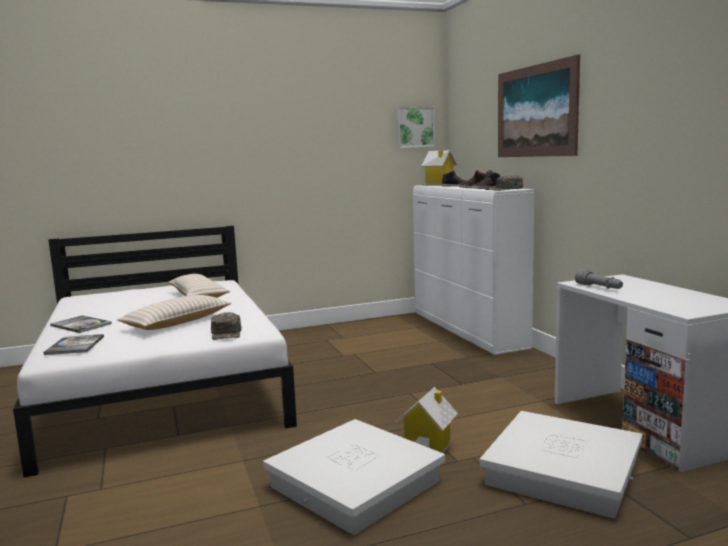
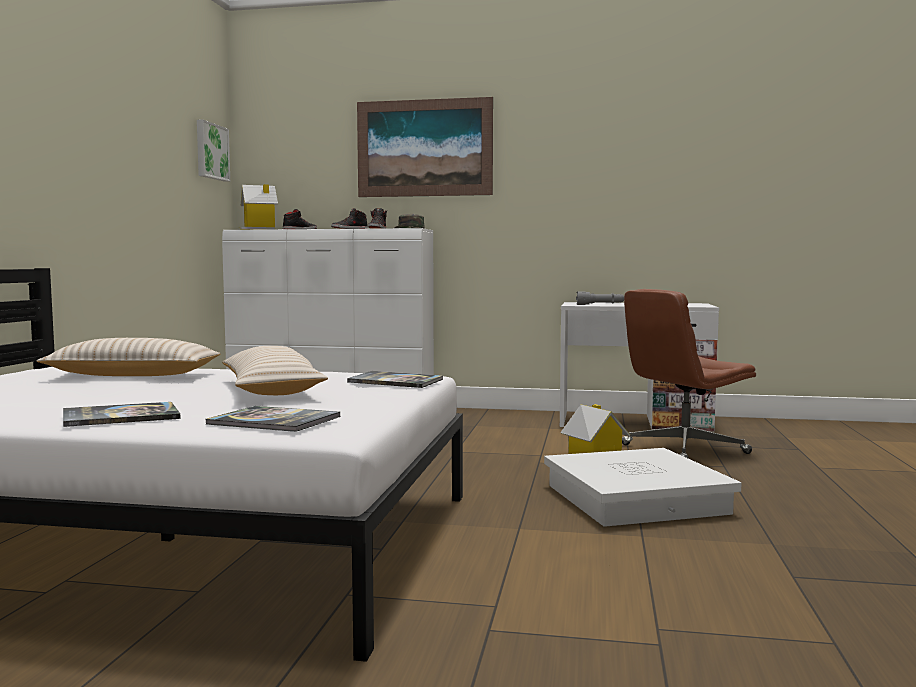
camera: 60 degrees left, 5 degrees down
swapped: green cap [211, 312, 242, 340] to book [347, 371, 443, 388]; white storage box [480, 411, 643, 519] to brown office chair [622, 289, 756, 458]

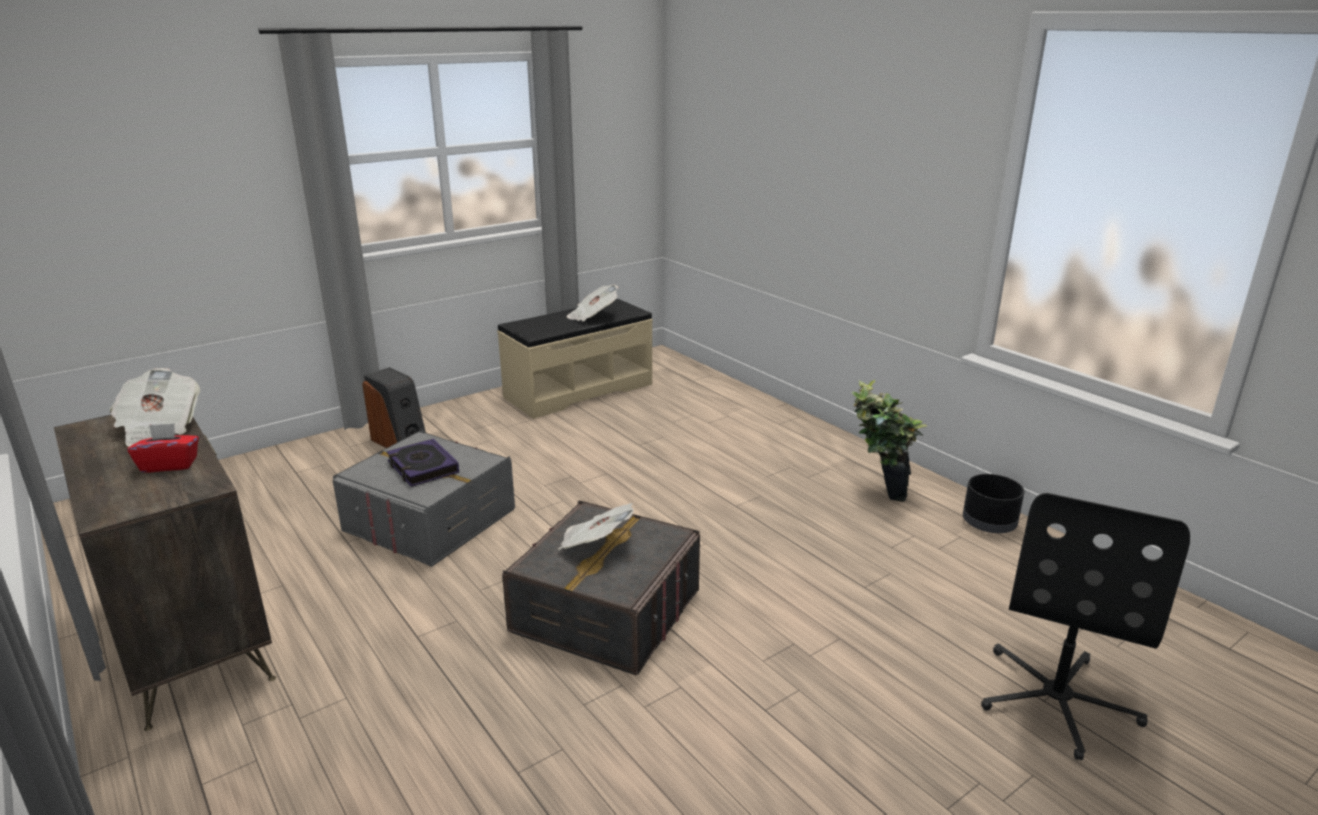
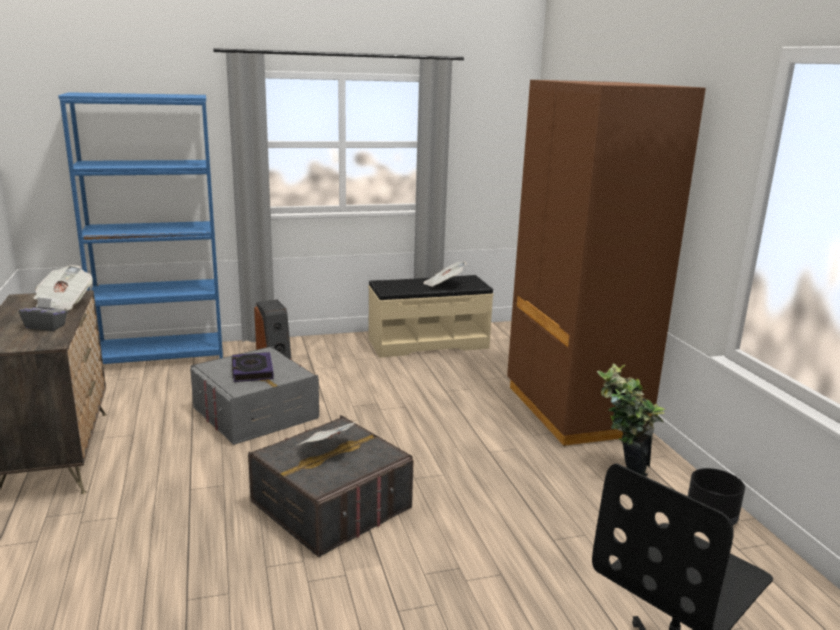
camera: 20 degrees right, 5 degrees down
new: brown wardrobe [507, 80, 706, 446]; blue bookcase [58, 92, 223, 364]
repainted: red tissue box [127, 423, 199, 473] to grey tissue box [19, 297, 68, 331]

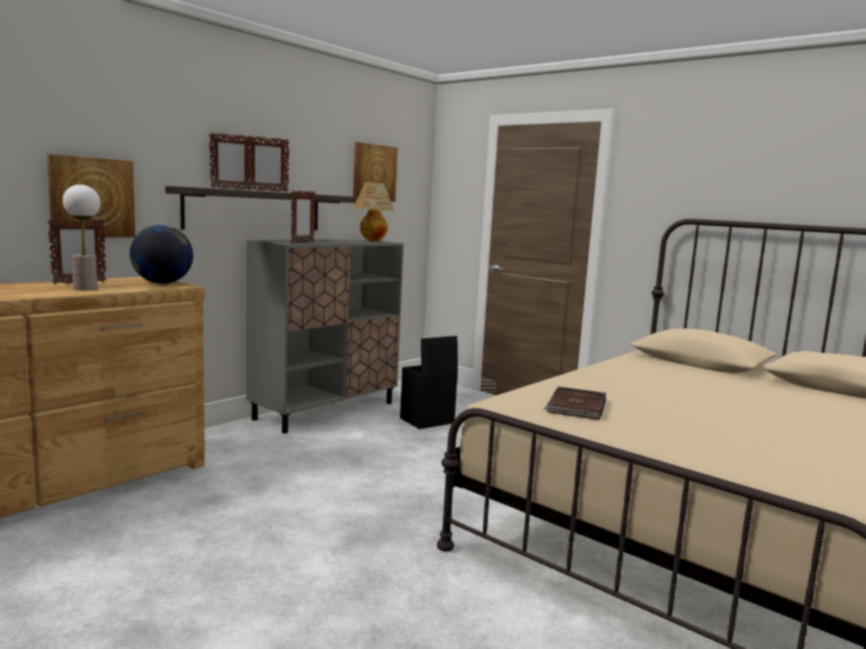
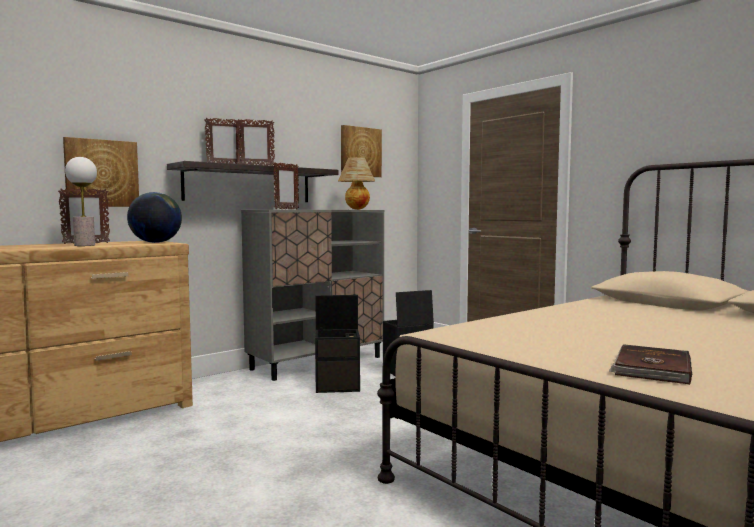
camera: 10 degrees right, 5 degrees down
new: black storage box [315, 295, 360, 393]
shifted: brown book [544, 387, 606, 420] to [609, 344, 692, 385]

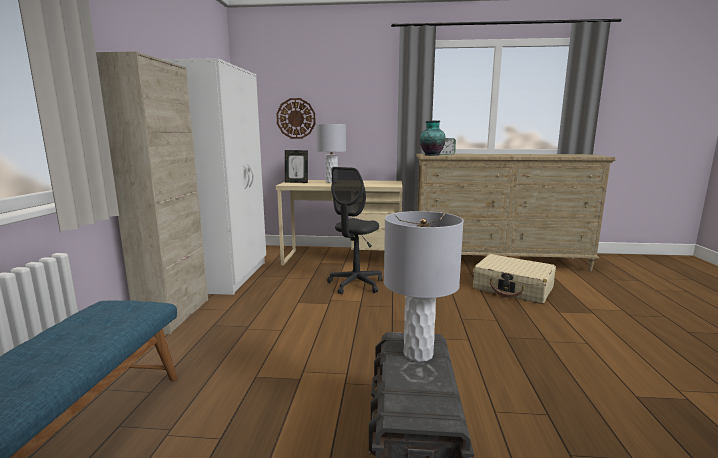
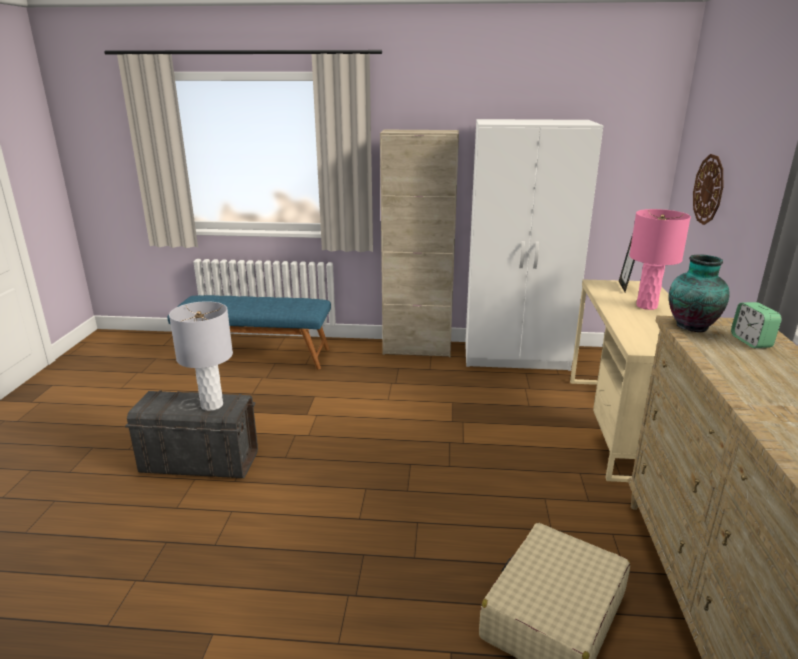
camera: 90 degrees right, 10 degrees up
gone: grey office chair [327, 167, 383, 295]
repainted: grey table lamp [316, 124, 346, 183] to pink table lamp [629, 209, 691, 310]

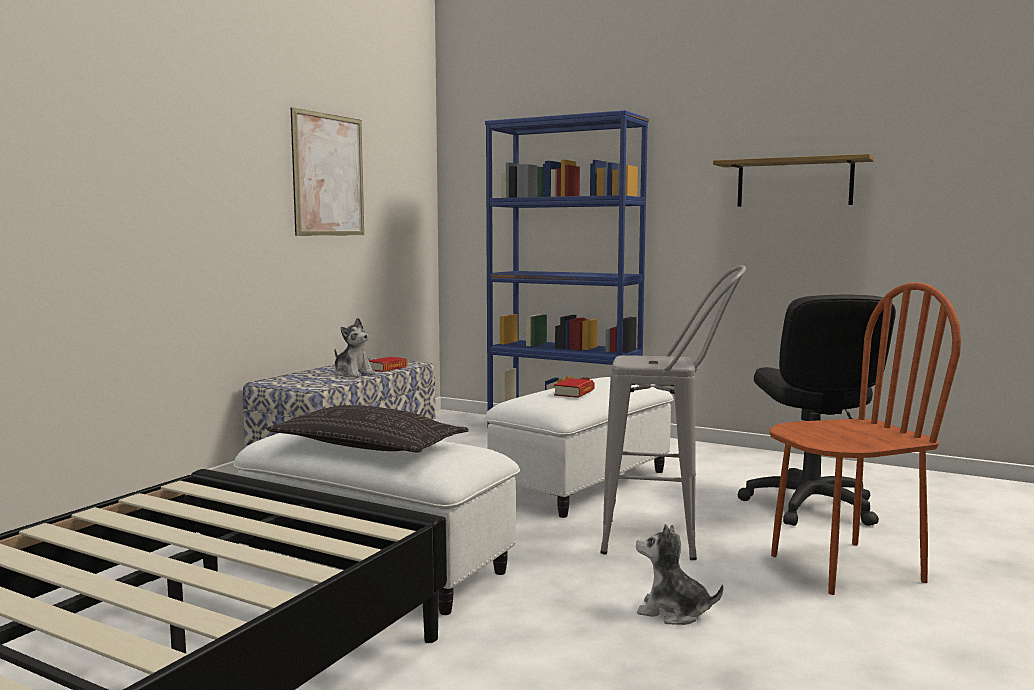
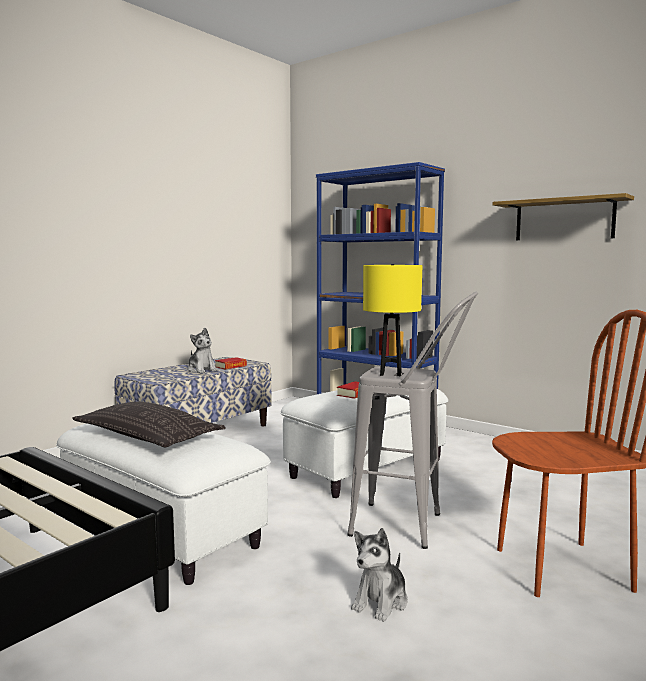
camera: 10 degrees right, 0 degrees up
gone: picture [291, 107, 364, 236]; black office chair [738, 295, 896, 526]
new: yellow table lamp [363, 264, 423, 376]
rotated: plush toy [636, 524, 724, 625] = [351, 528, 408, 622] 90 degrees counterclockwise

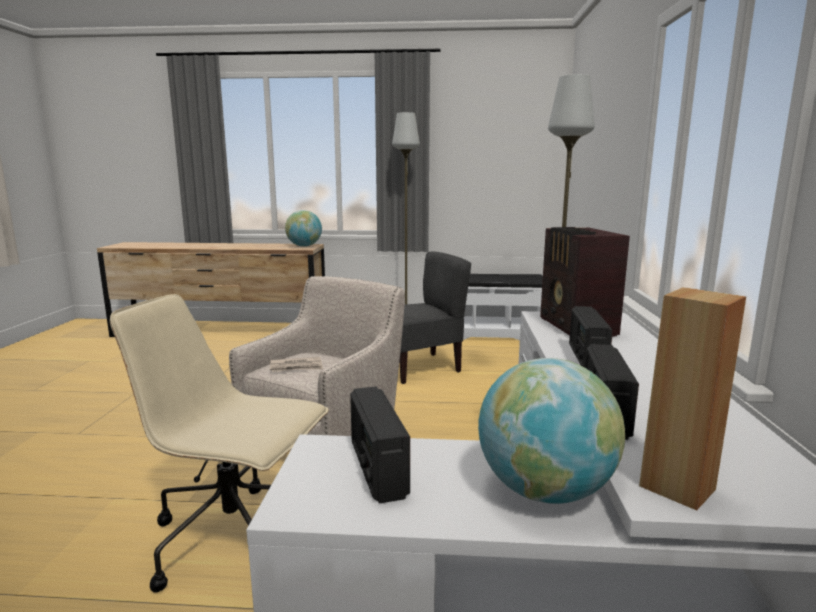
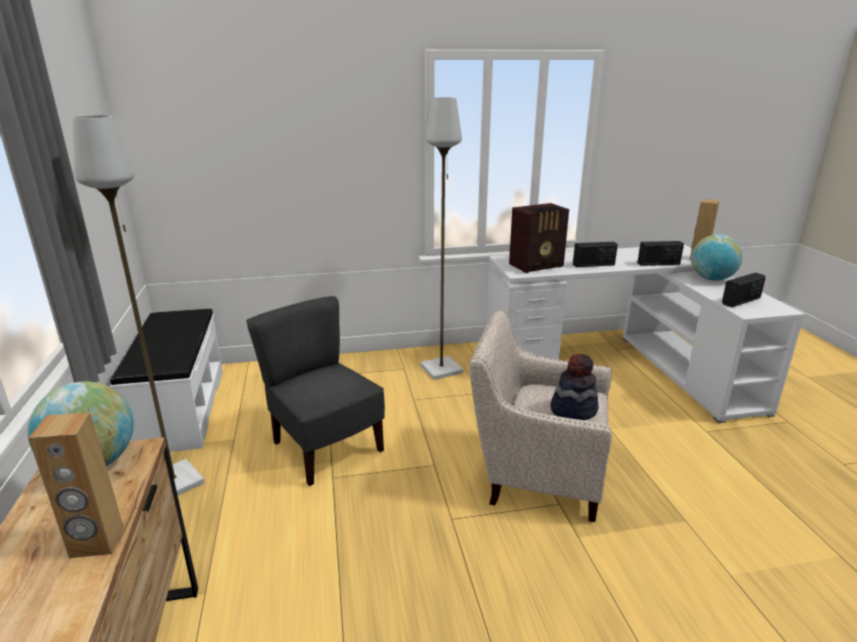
camera: 105 degrees left, 10 degrees up
gone: beige office chair [110, 294, 329, 593]
new: brown speaker [29, 412, 124, 558]
swapped: newspaper [270, 357, 323, 372] to hat [550, 354, 598, 420]

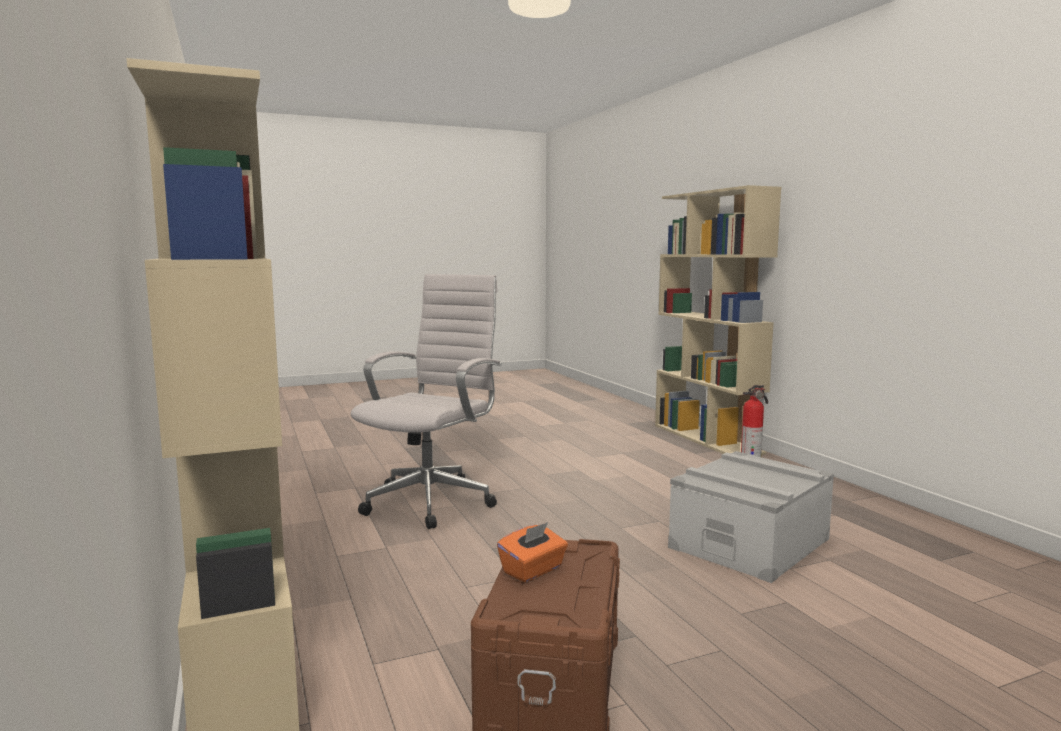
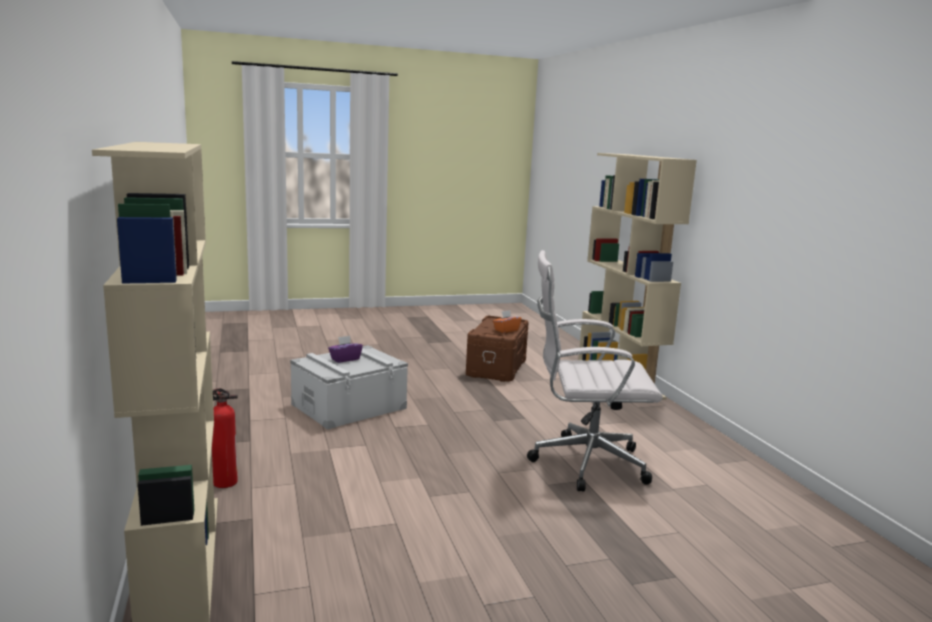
camera: 175 degrees left, 5 degrees up
new: purple tissue box [328, 336, 363, 363]
rotated: white office chair [351, 274, 502, 529] = [527, 250, 663, 491] 60 degrees clockwise

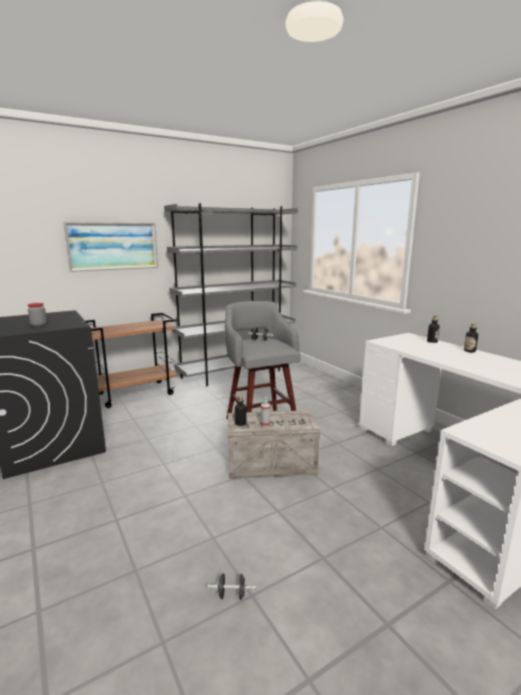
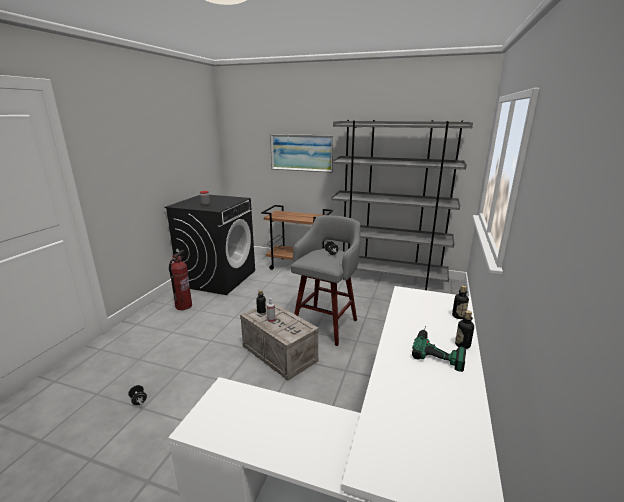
camera: 50 degrees right, 5 degrees up
new: fire extinguisher [169, 250, 192, 310]; power drill [412, 326, 466, 372]

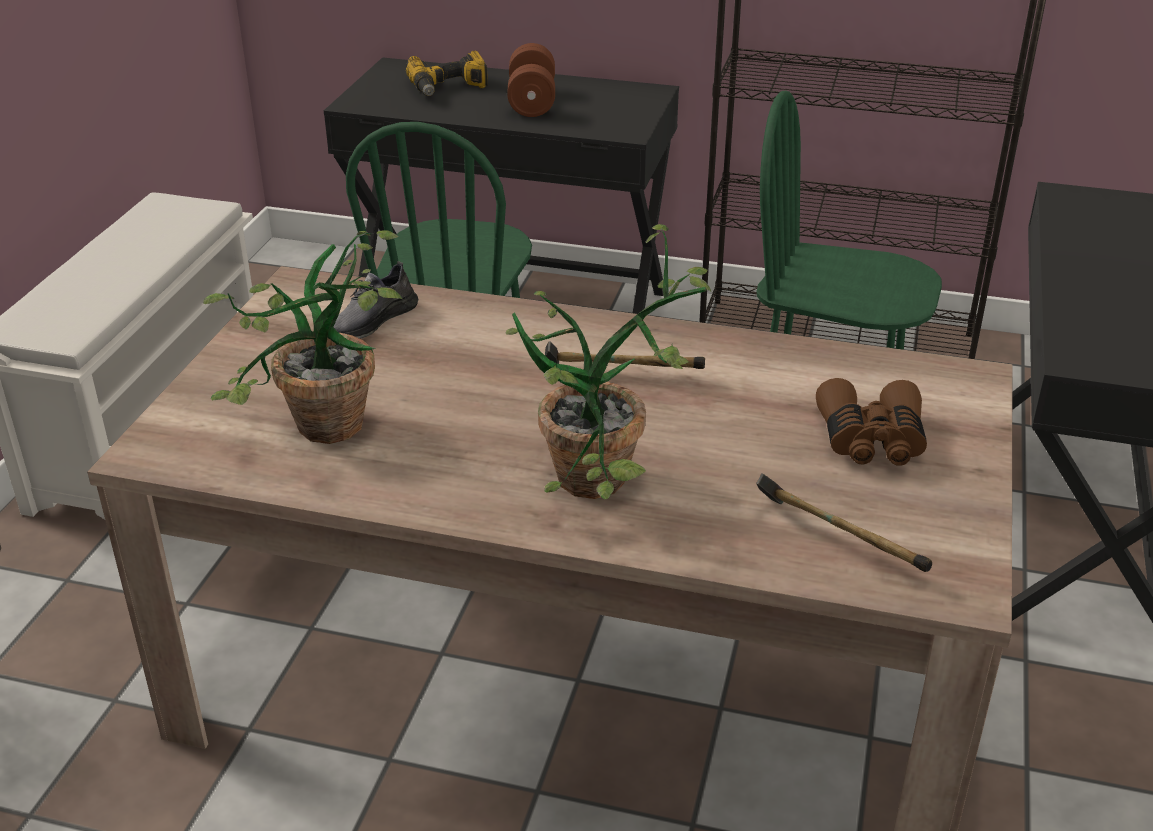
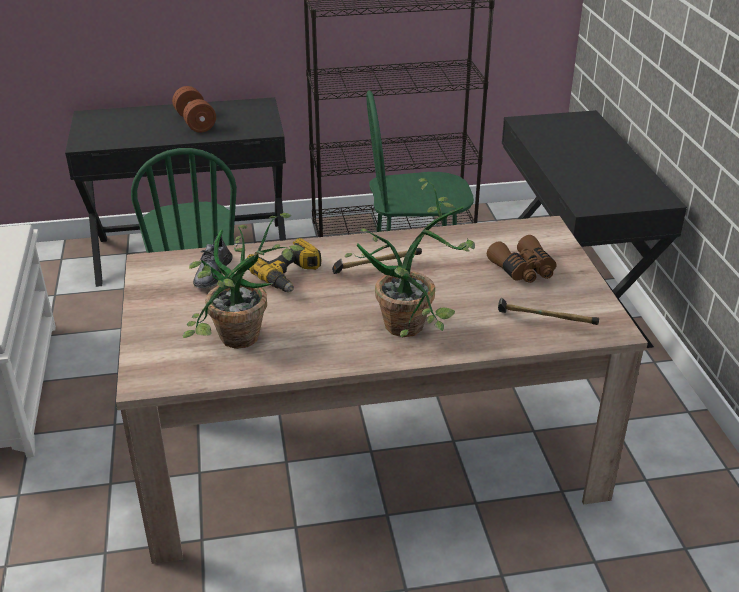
camera: 25 degrees left, 0 degrees up
shifted: power drill [406, 51, 488, 96] to [247, 238, 321, 292]

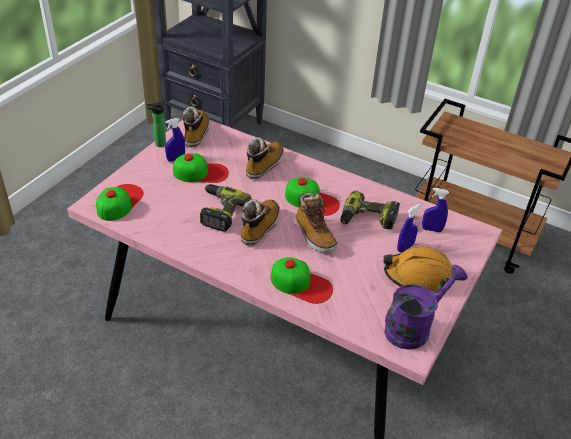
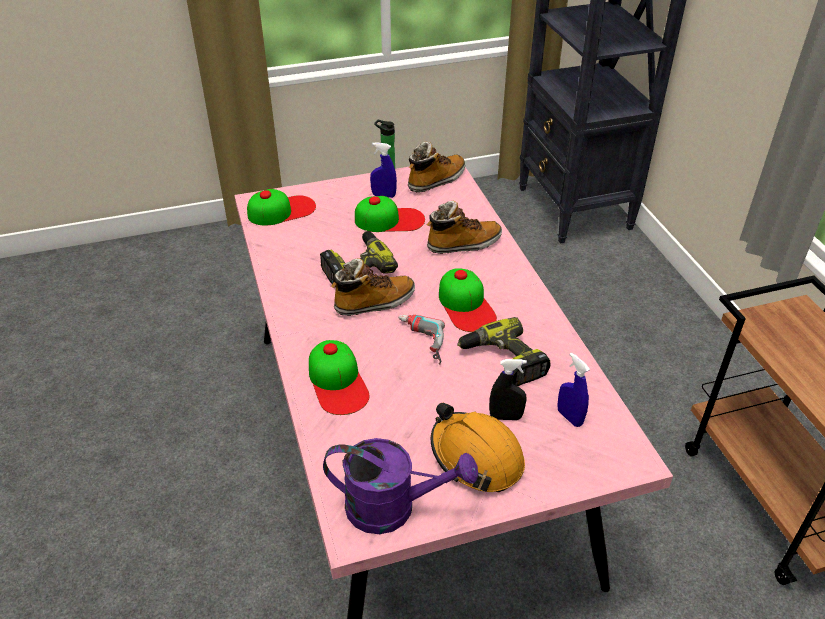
camera: 45 degrees right, 0 degrees up
swapped: boot [296, 192, 337, 252] to power drill [398, 314, 445, 364]
repainted: blue spray bottle [397, 204, 421, 252] to black spray bottle [489, 359, 527, 420]
rotated: cap [173, 153, 229, 183] = [355, 196, 425, 232] 45 degrees counterclockwise

